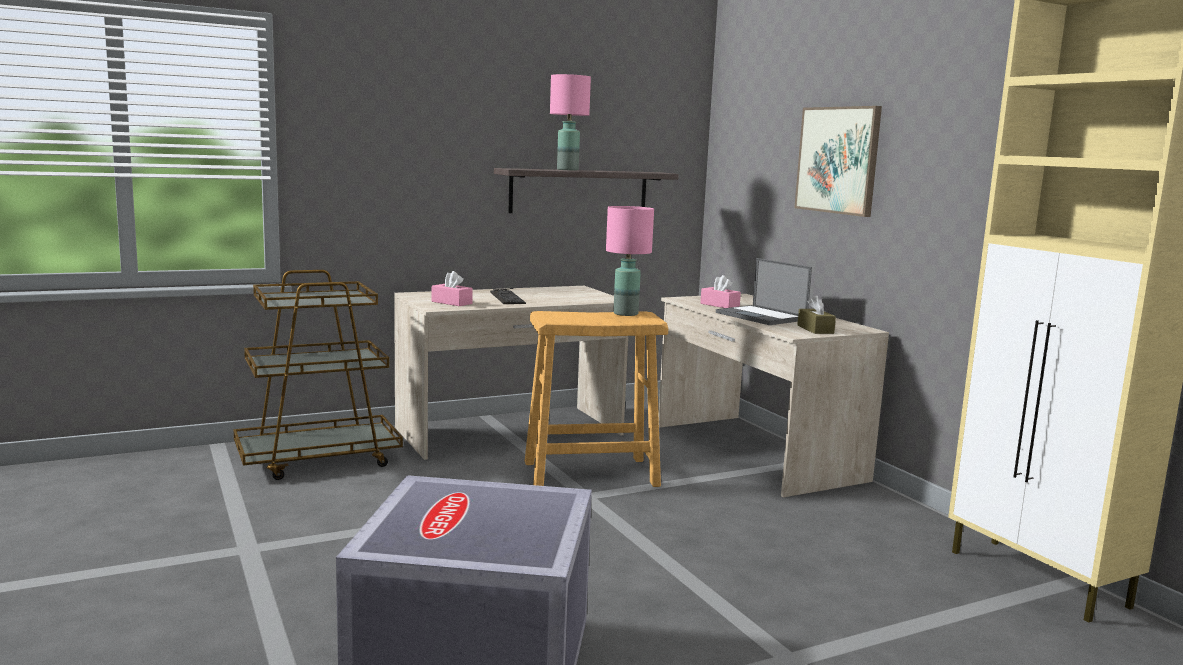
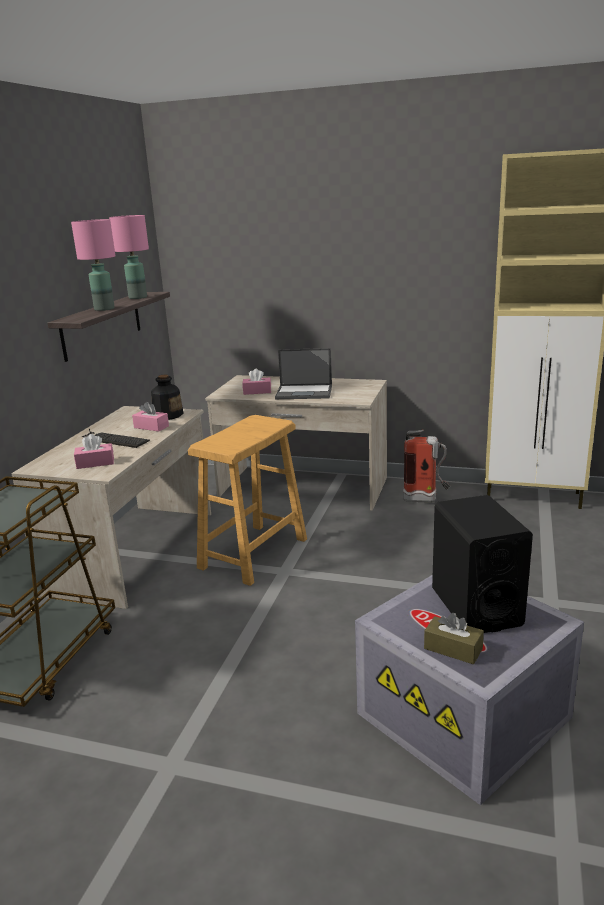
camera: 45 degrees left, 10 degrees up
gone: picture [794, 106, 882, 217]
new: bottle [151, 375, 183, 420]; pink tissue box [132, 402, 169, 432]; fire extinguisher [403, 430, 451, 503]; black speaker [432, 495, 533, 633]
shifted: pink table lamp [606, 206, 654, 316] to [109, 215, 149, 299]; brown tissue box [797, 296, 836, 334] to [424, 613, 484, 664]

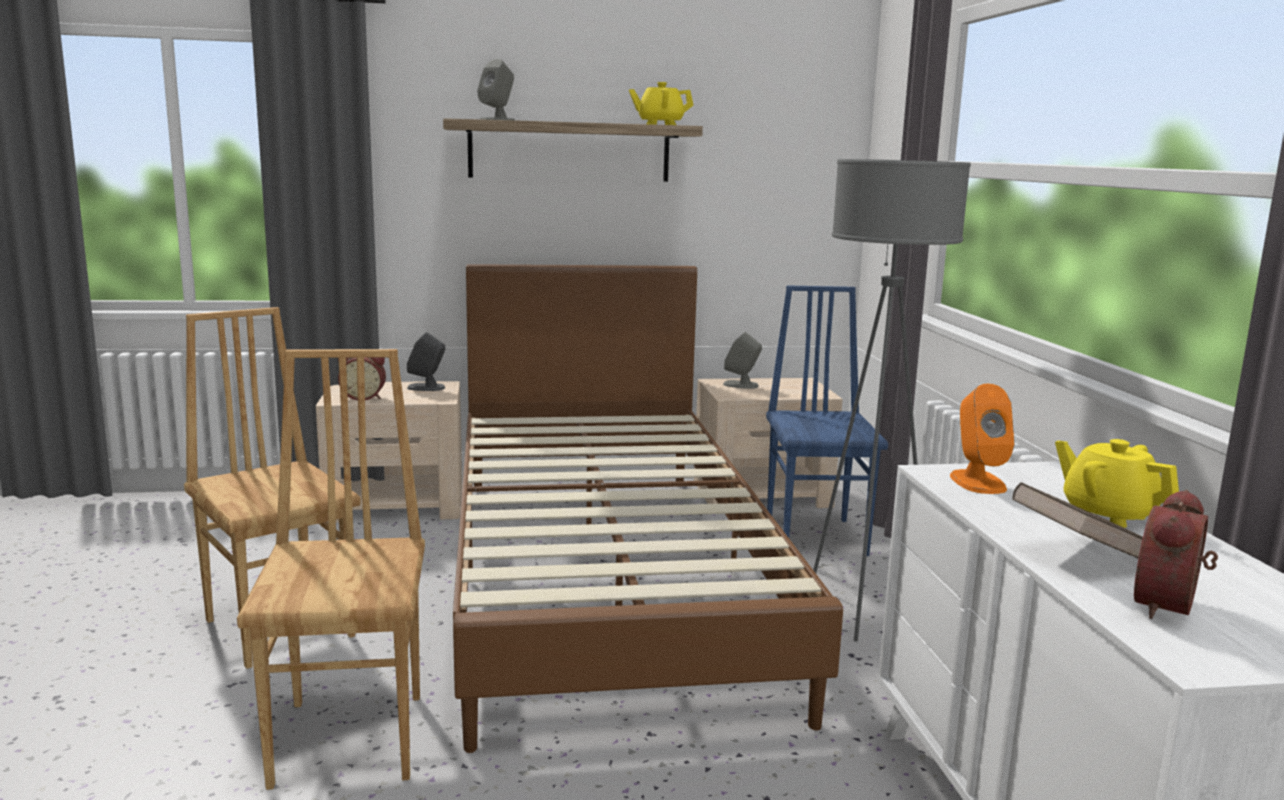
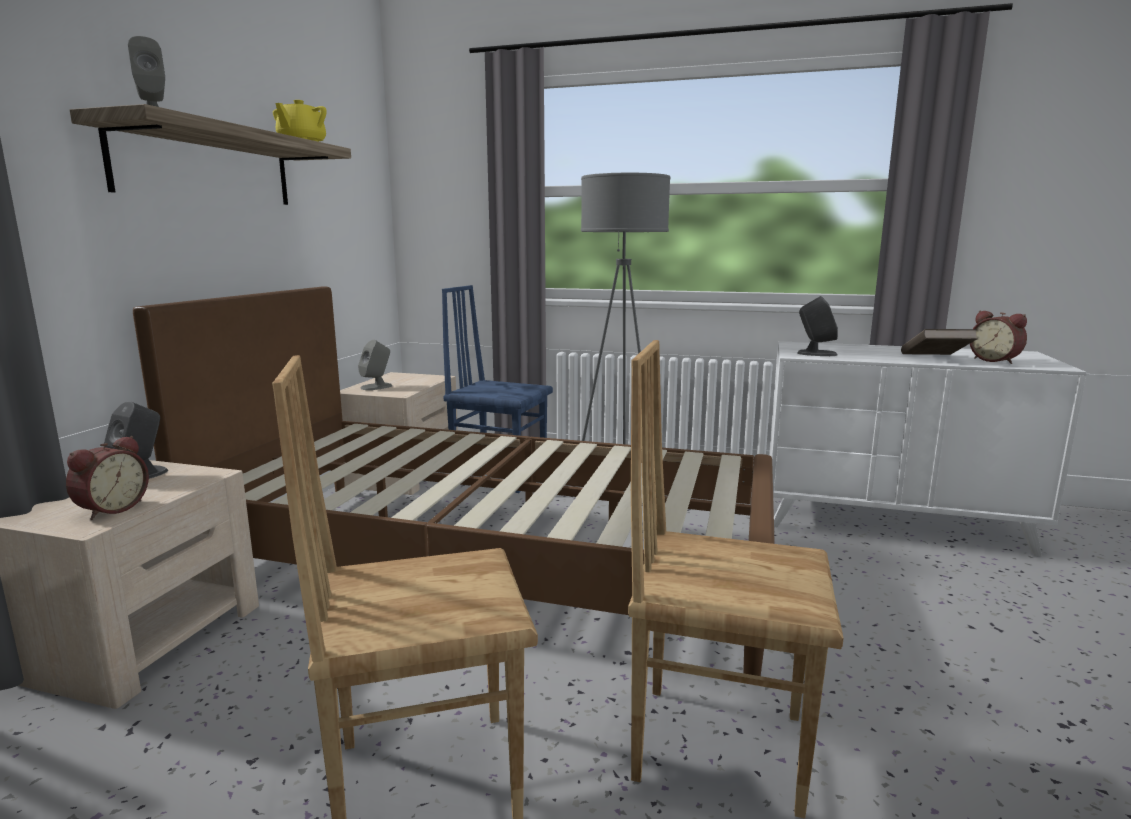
camera: 65 degrees left, 0 degrees up
gone: yellow teapot [1055, 439, 1179, 528]
repainted: orange speaker [950, 384, 1015, 494] to grey speaker [797, 296, 838, 356]

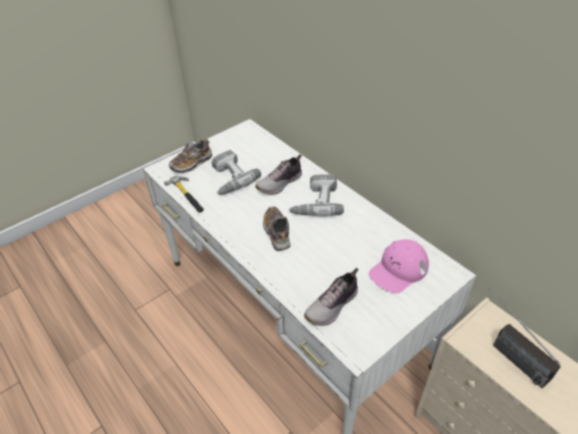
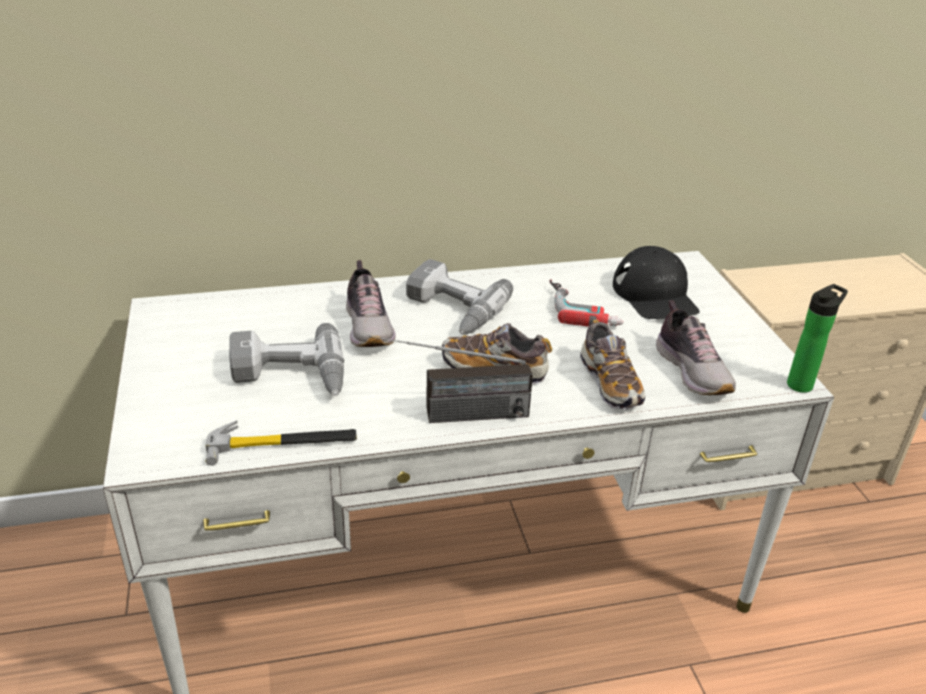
camera: 65 degrees left, 10 degrees down
new: power drill [550, 279, 623, 327]; bottle [787, 284, 848, 393]
shifted: shoe [169, 139, 213, 173] to [580, 320, 645, 410]; radio [489, 288, 561, 388] to [369, 336, 533, 423]
repainted: pink cap [369, 239, 429, 293] to black cap [613, 246, 700, 319]

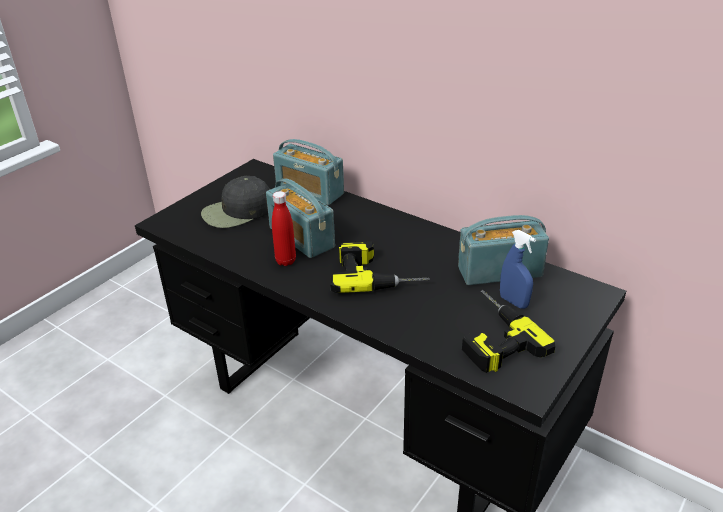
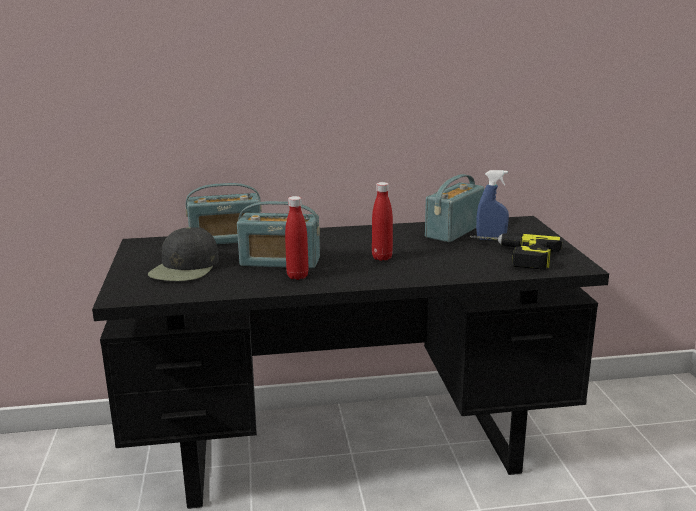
camera: 45 degrees left, 15 degrees down
swapped: power drill [330, 241, 430, 293] to red bottle [372, 182, 393, 261]

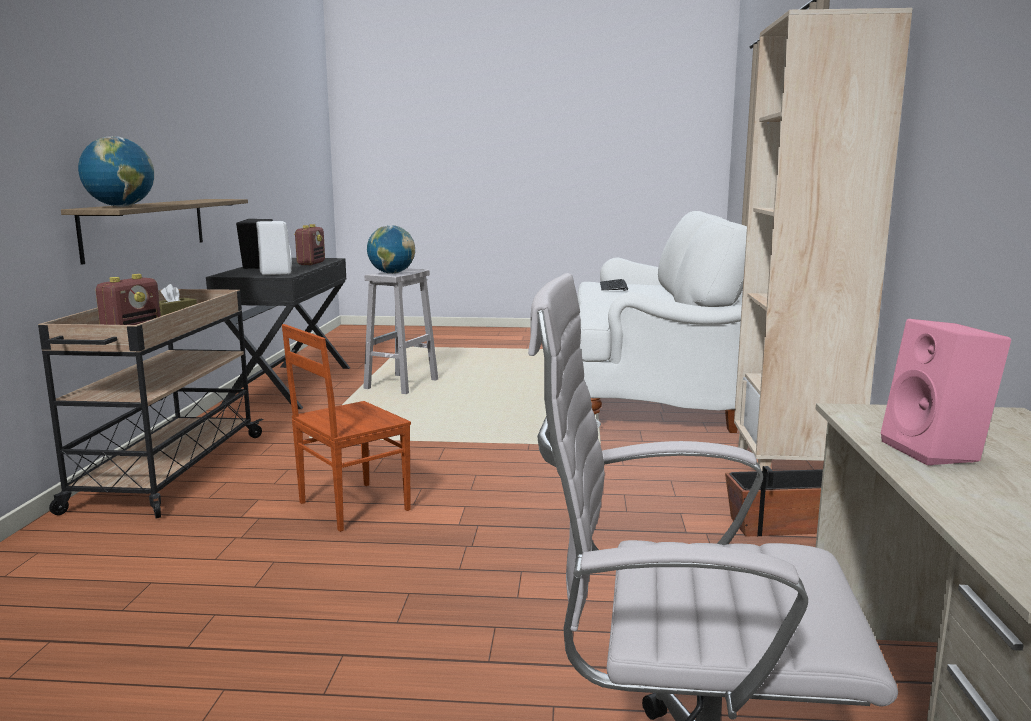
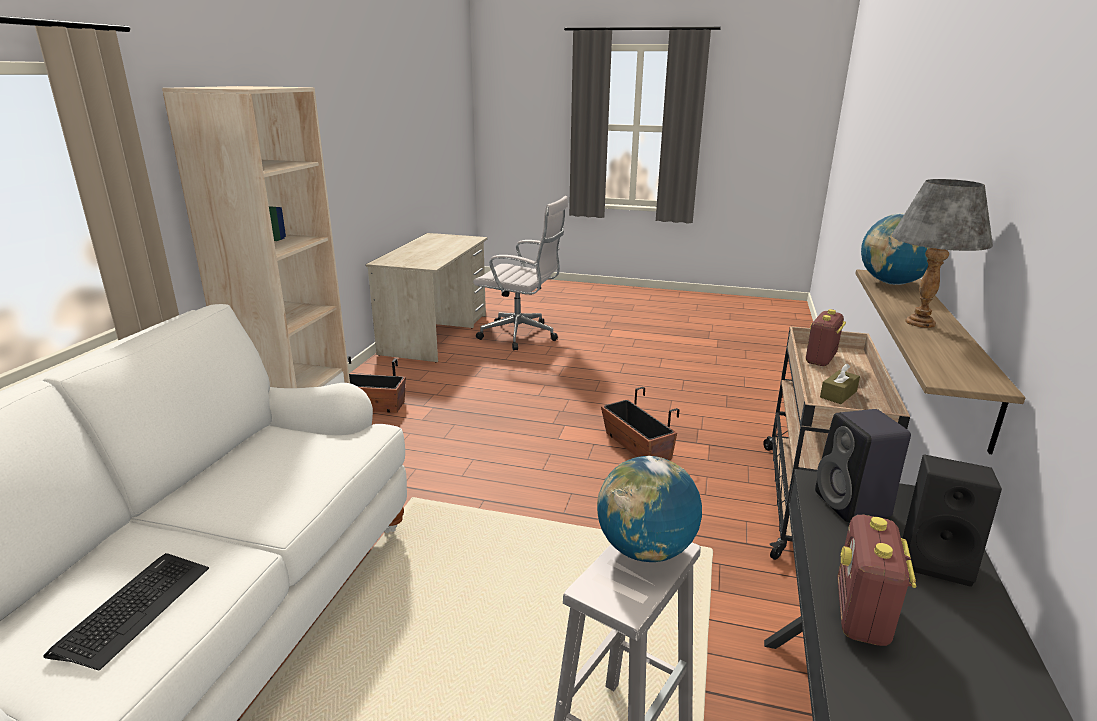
camera: 170 degrees left, 10 degrees up
gone: pink speaker [881, 319, 1011, 465]
new: grey table lamp [892, 179, 993, 328]
swapped: brown chair [282, 324, 411, 532] to planter [601, 387, 679, 460]
repainted: white speaker [256, 221, 292, 275] to black speaker [815, 409, 911, 522]

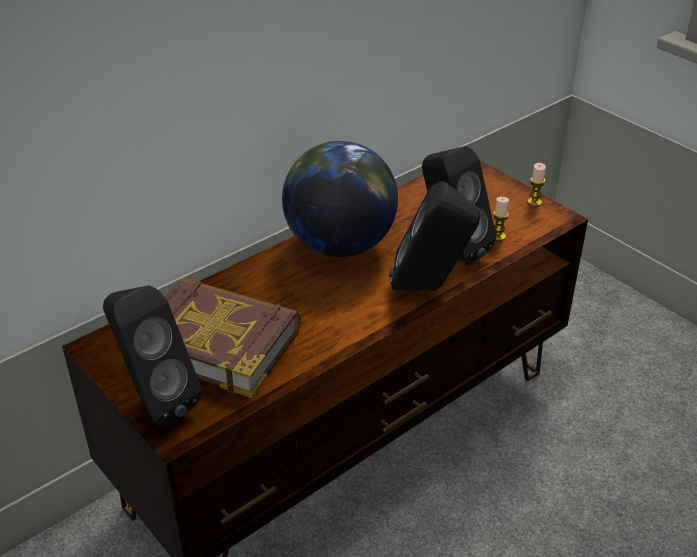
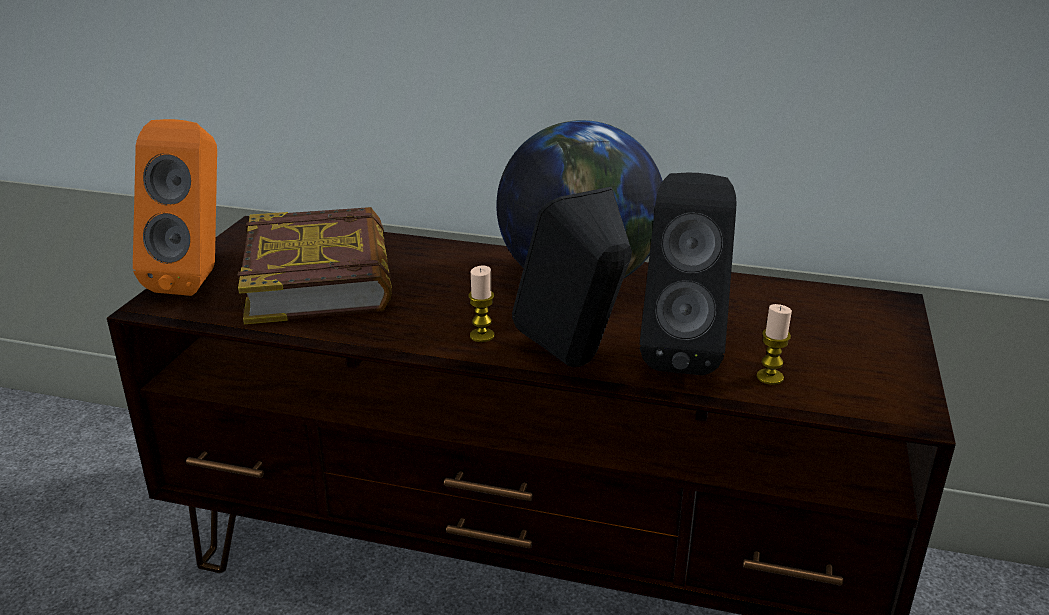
camera: 55 degrees right, 10 degrees down
shifted: candle [527, 163, 546, 207] to [469, 265, 494, 342]
repainted: black speaker [103, 285, 202, 427] to orange speaker [133, 119, 217, 296]

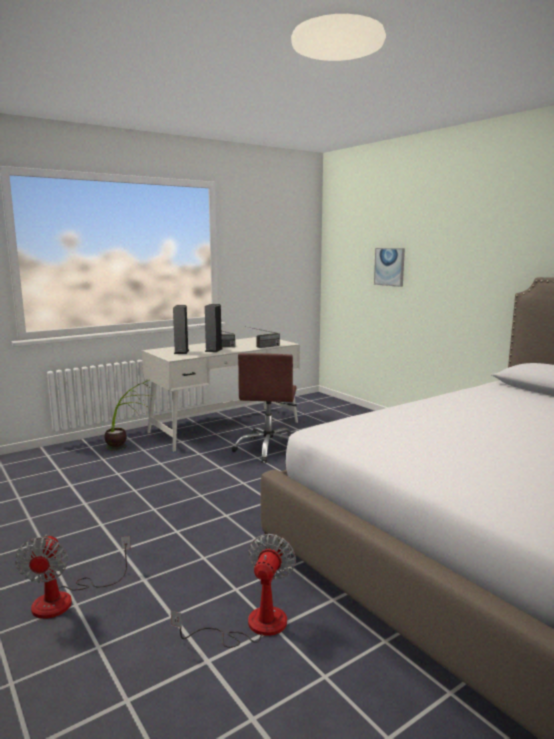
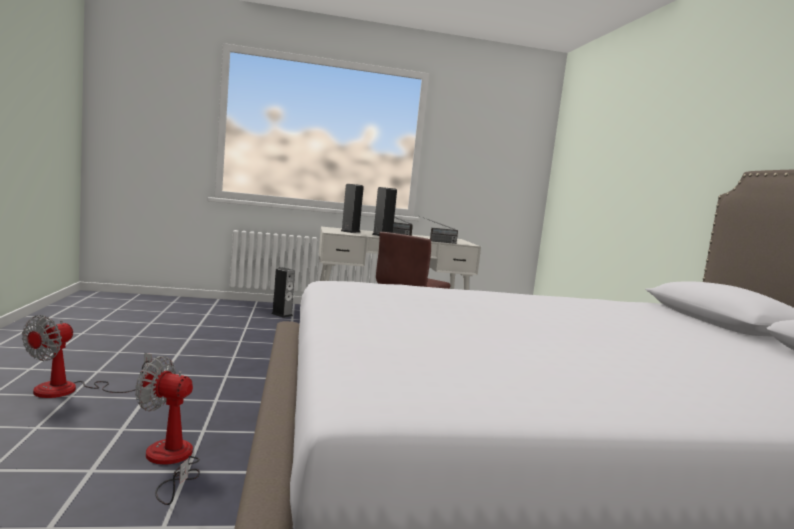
camera: 25 degrees right, 5 degrees down
gone: picture [374, 248, 405, 287]
swapped: potted plant [105, 380, 152, 450] to speaker [271, 267, 295, 318]
rotated: fan [171, 534, 296, 648] = [135, 356, 200, 505] 120 degrees counterclockwise

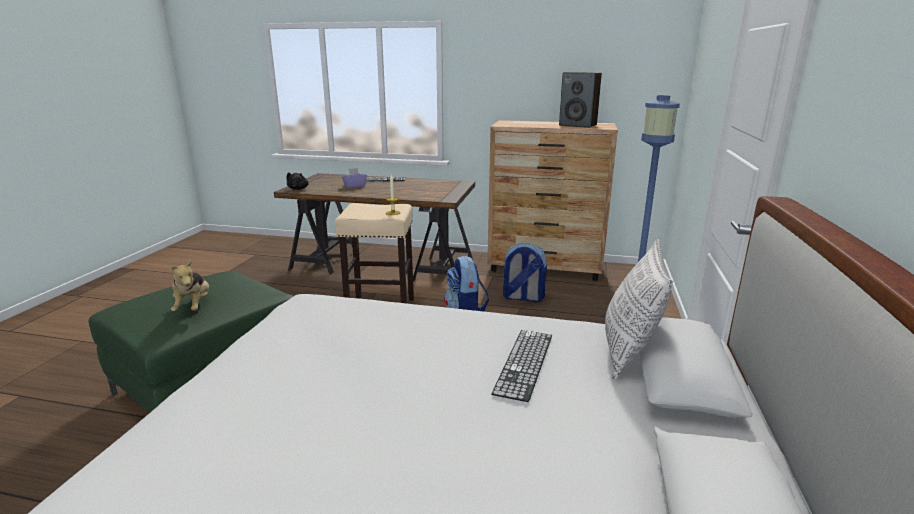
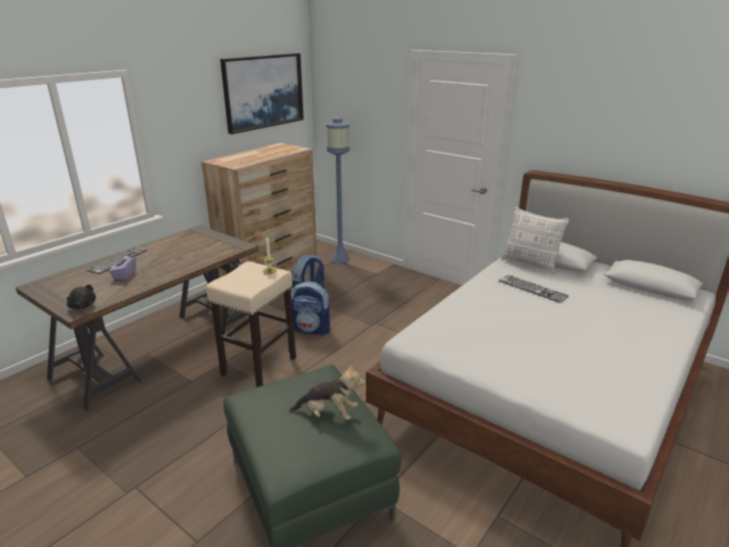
camera: 65 degrees left, 5 degrees up
gone: speaker [559, 72, 602, 128]
new: picture [220, 53, 304, 134]

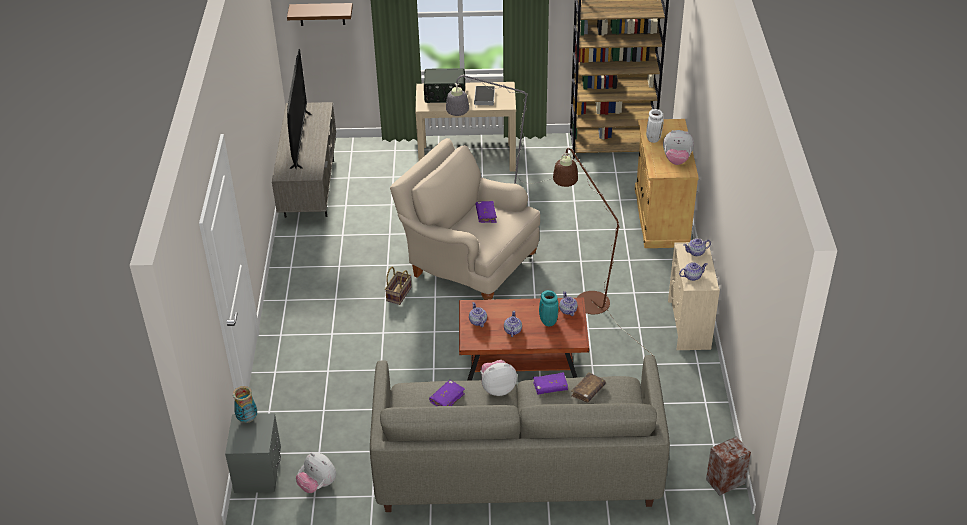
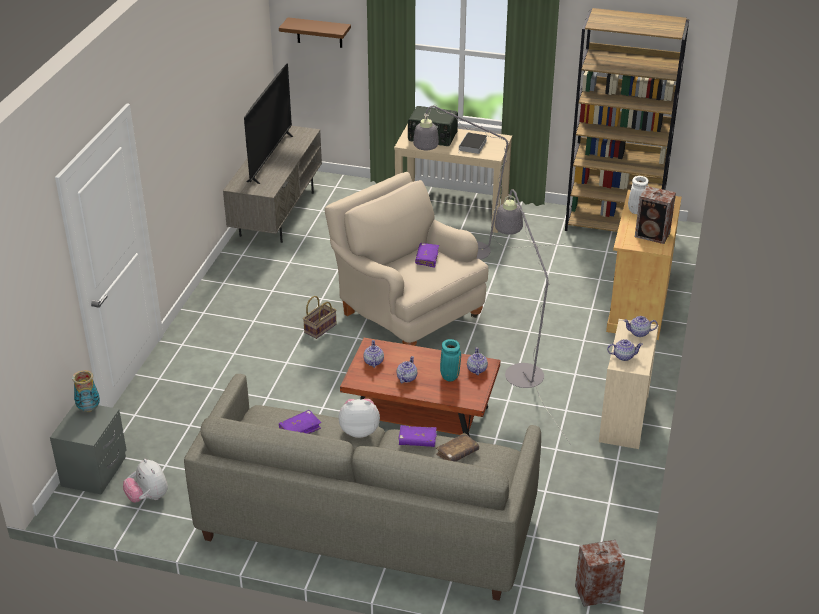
camera: 15 degrees right, 5 degrees down
swapped: plush toy [663, 130, 694, 165] to speaker [635, 186, 676, 244]
repainted: brown floor lamp [553, 148, 655, 357] to grey floor lamp [495, 189, 571, 444]

